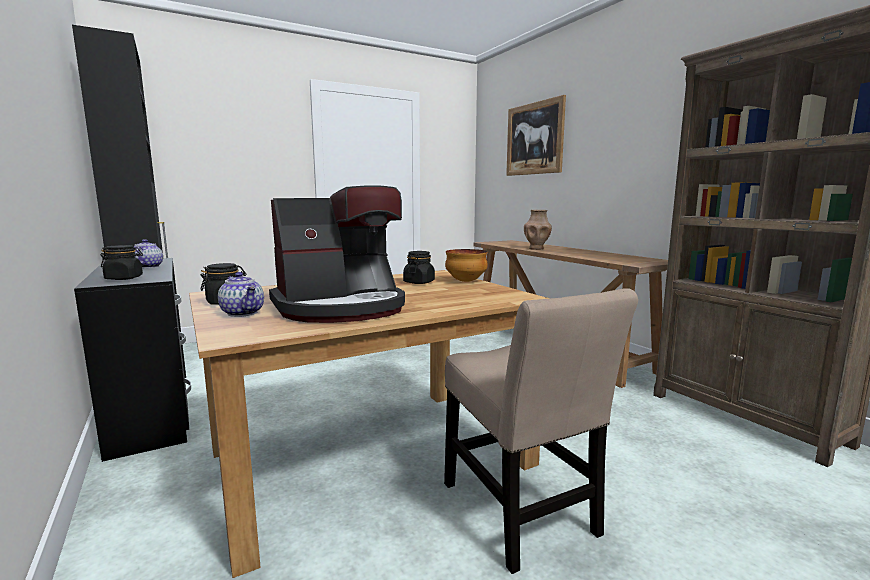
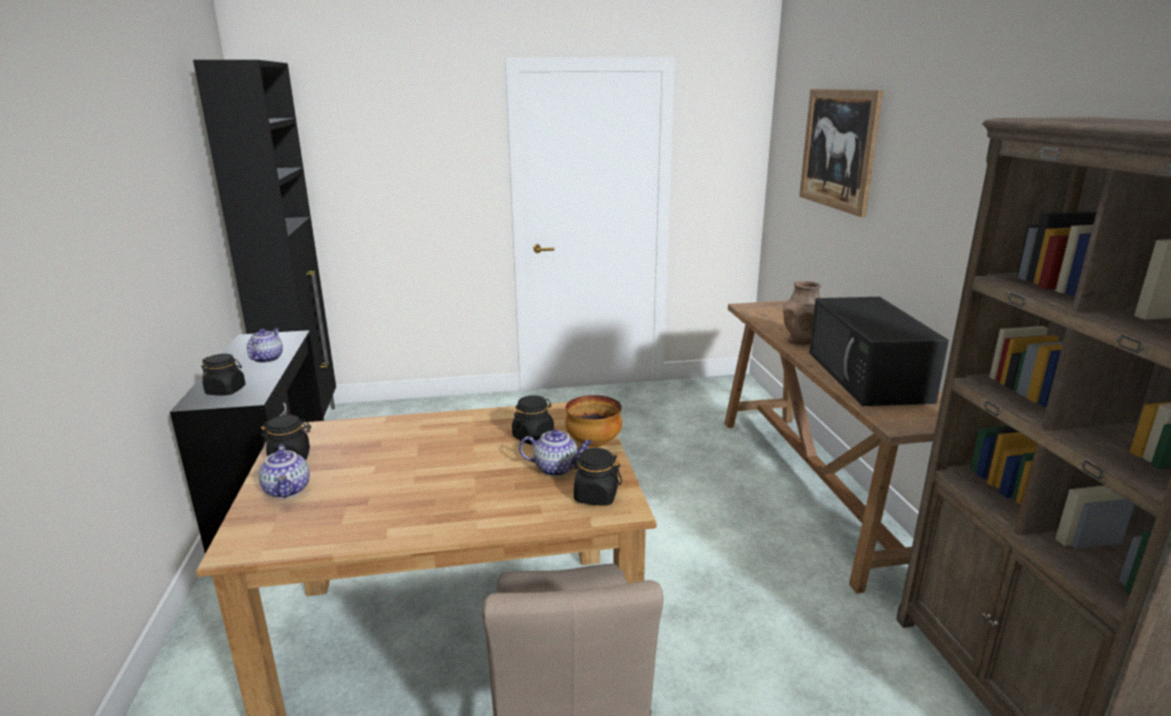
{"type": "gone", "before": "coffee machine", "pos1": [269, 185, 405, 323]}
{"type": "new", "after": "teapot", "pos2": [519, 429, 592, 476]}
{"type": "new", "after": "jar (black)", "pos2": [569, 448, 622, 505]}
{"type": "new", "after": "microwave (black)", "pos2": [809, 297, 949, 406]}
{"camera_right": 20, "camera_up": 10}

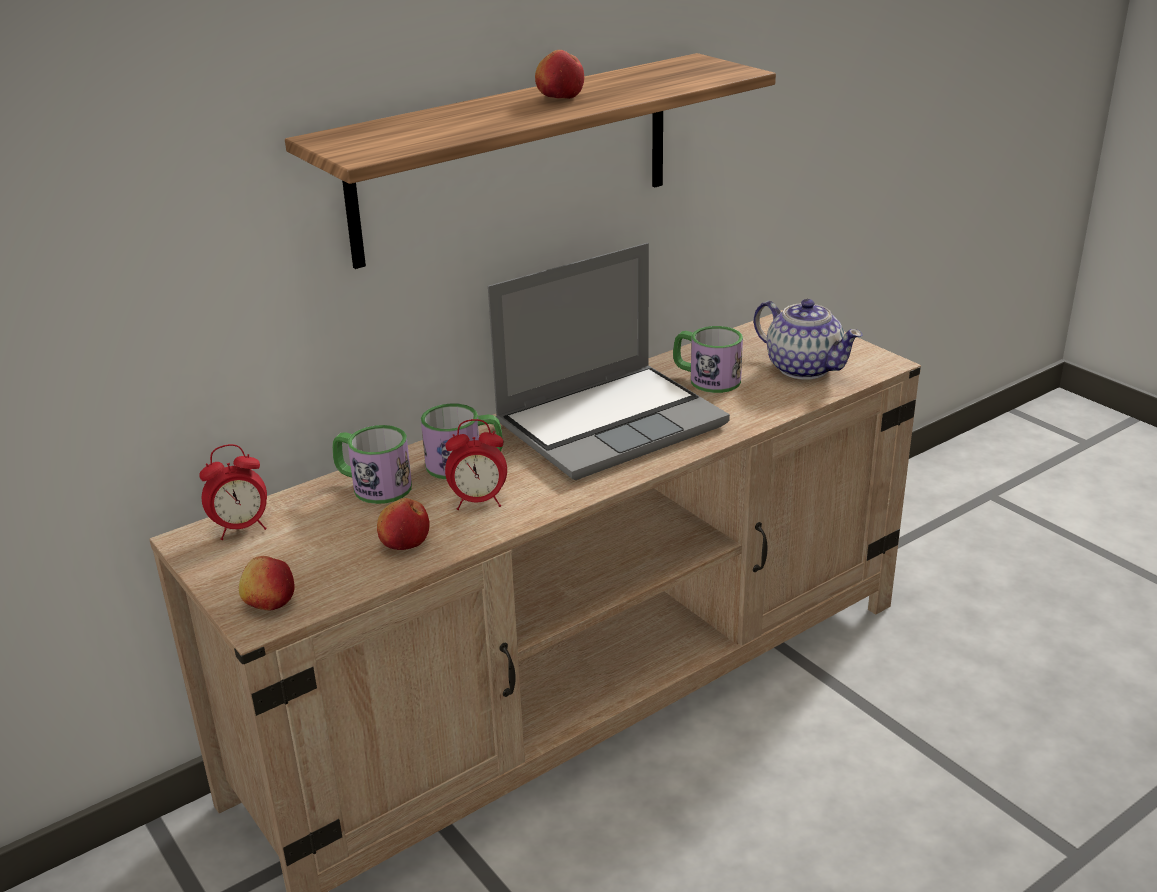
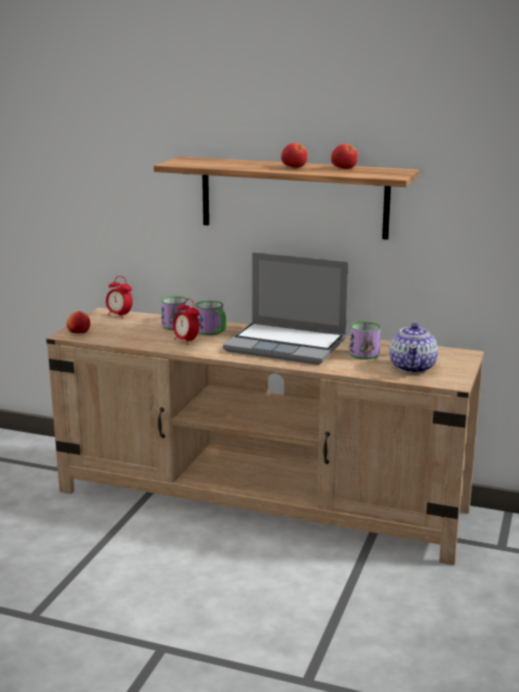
{"type": "shifted", "before": "apple", "pos1": [377, 498, 430, 550], "pos2": [331, 144, 358, 169]}
{"camera_right": 55, "camera_up": -10}

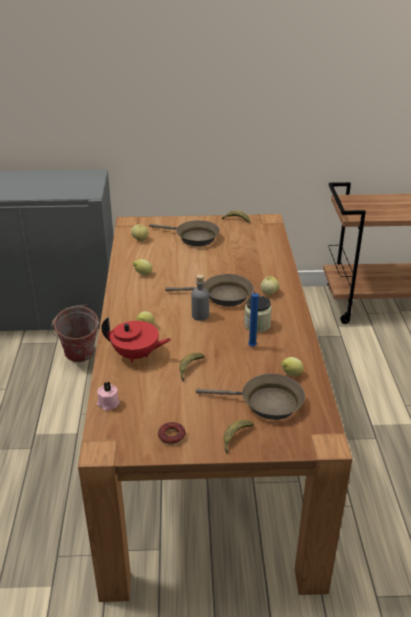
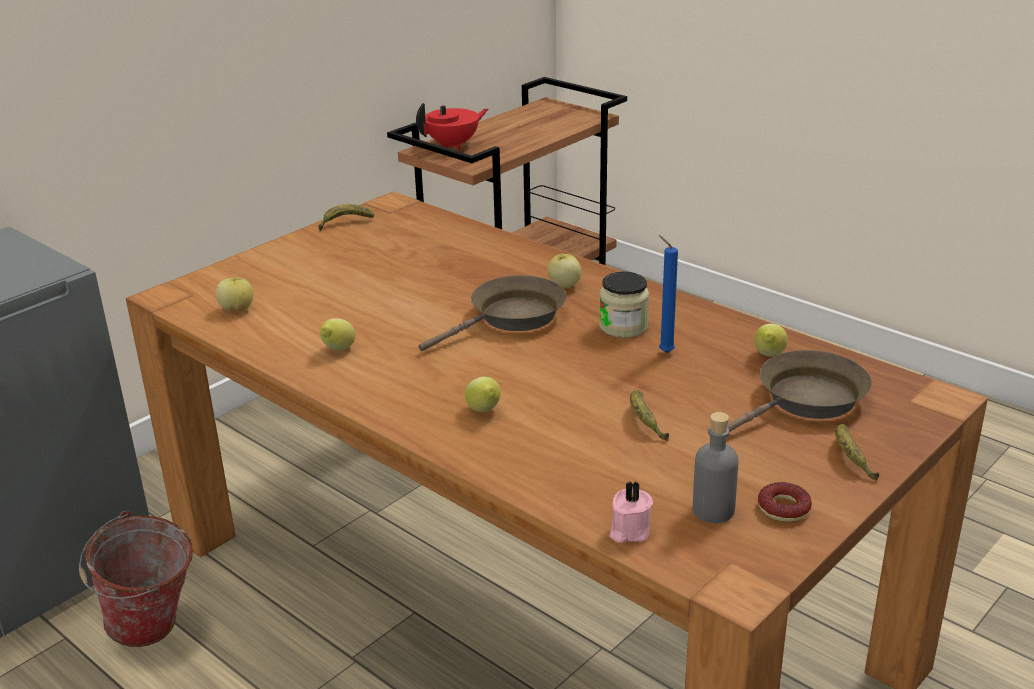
{"type": "gone", "before": "frying pan (brown)", "pos1": [149, 220, 220, 246]}
{"type": "shifted", "before": "teapot (red)", "pos1": [101, 317, 171, 363], "pos2": [416, 103, 488, 149]}
{"type": "shifted", "before": "bottle (grey)", "pos1": [191, 274, 209, 321], "pos2": [693, 412, 739, 523]}
{"camera_right": -45, "camera_up": -5}

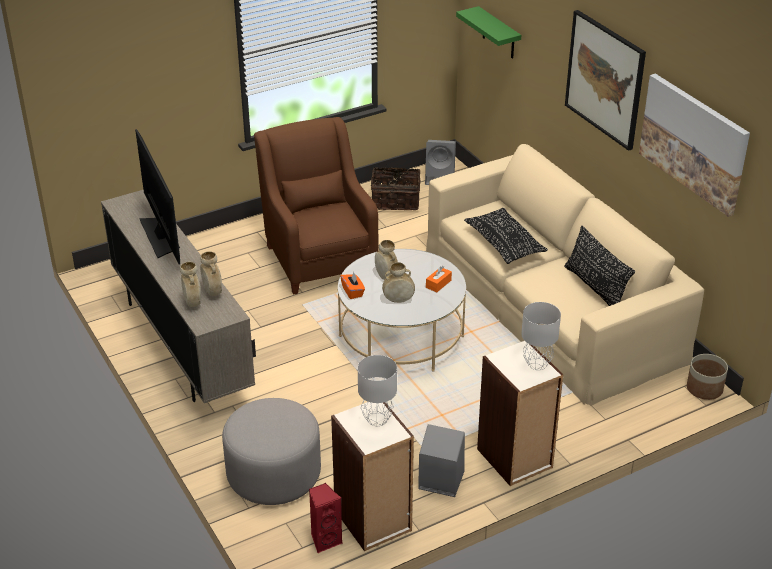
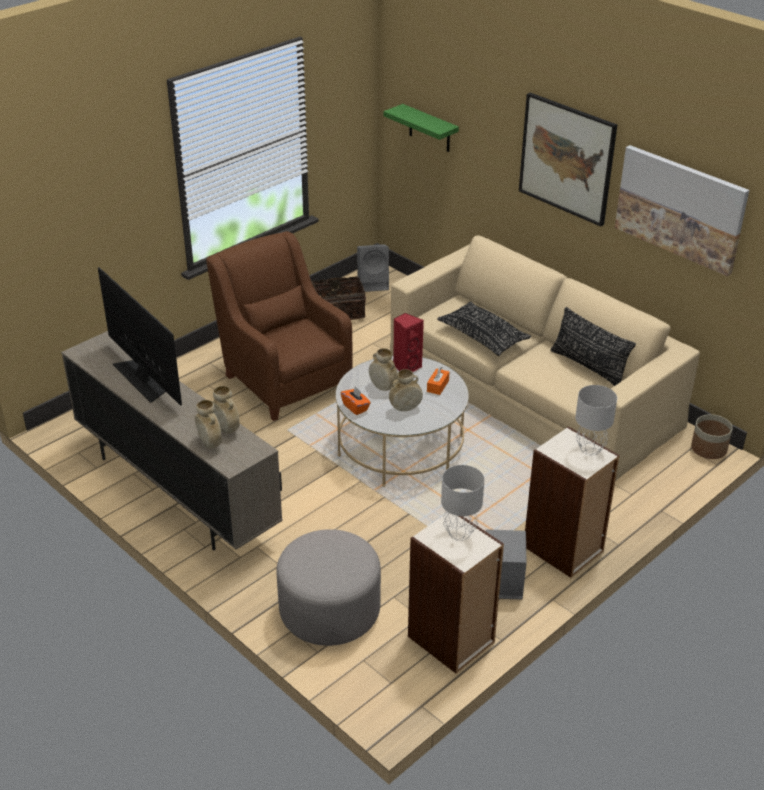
{"type": "shifted", "before": "speaker (red)", "pos1": [309, 483, 342, 553], "pos2": [393, 313, 424, 372]}
{"camera_right": -15, "camera_up": 0}

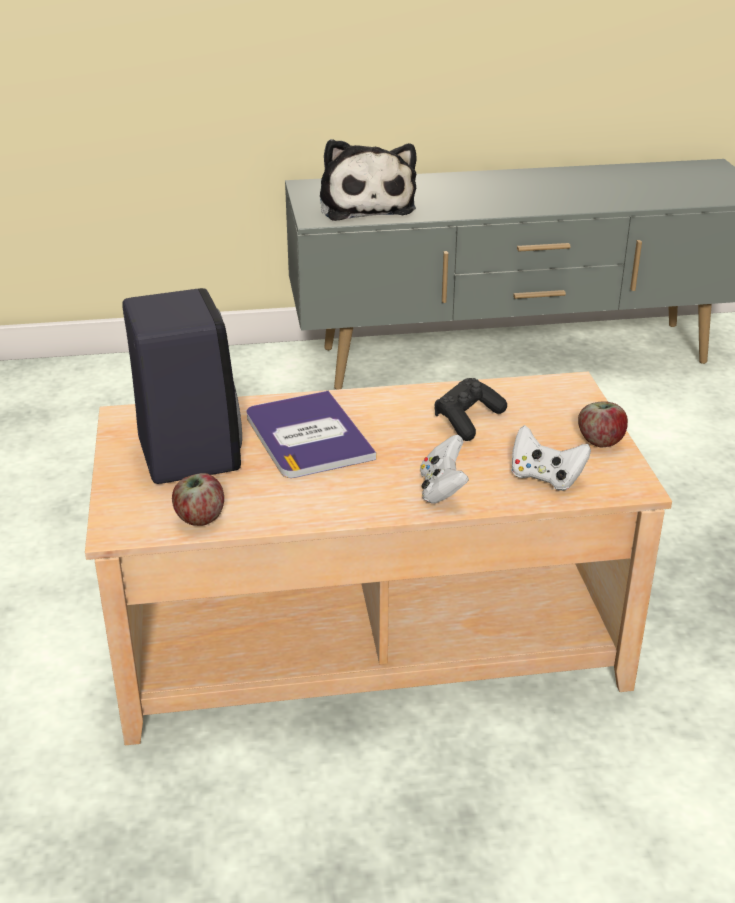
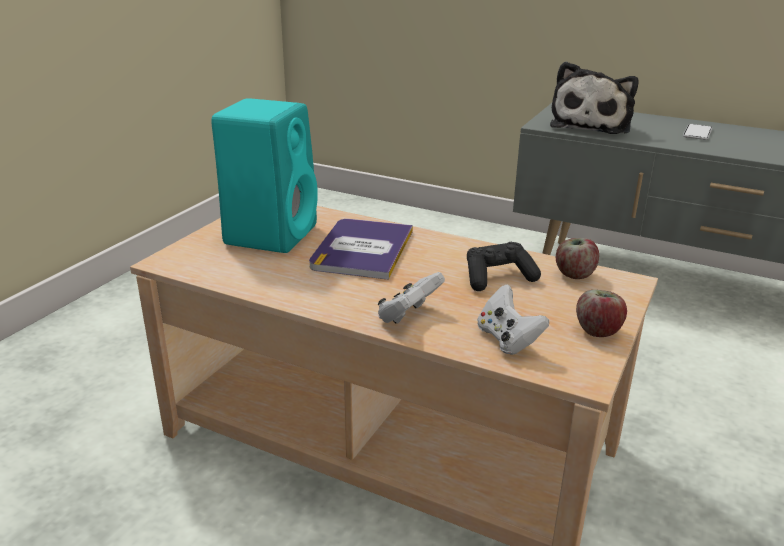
{"type": "new", "after": "phone", "pos2": [683, 124, 713, 140]}
{"type": "shifted", "before": "apple", "pos1": [172, 473, 224, 526], "pos2": [556, 238, 599, 279]}
{"type": "repainted", "before": "speaker (black)", "after": "speaker (turquoise)", "pos1": [122, 288, 242, 484], "pos2": [211, 98, 318, 253]}
{"camera_right": 35, "camera_up": -5}

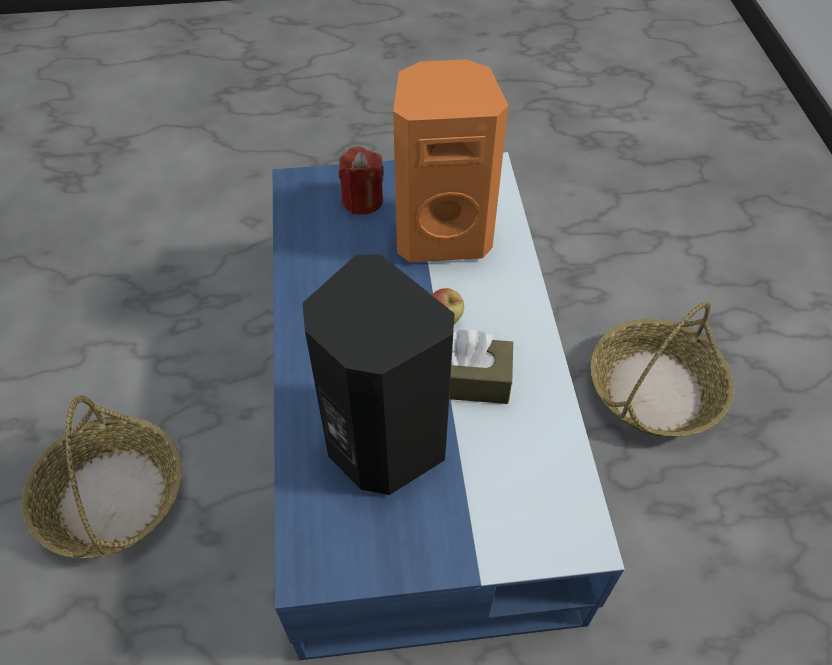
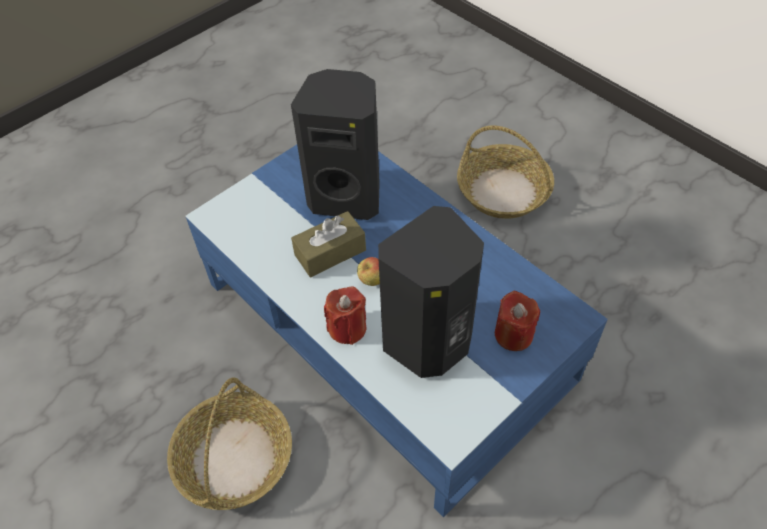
{"type": "new", "after": "candle (red)", "pos2": [324, 287, 366, 345]}
{"type": "repainted", "before": "speaker (orange)", "after": "speaker (black)", "pos1": [393, 59, 509, 262], "pos2": [378, 206, 484, 378]}
{"camera_right": 145, "camera_up": 0}

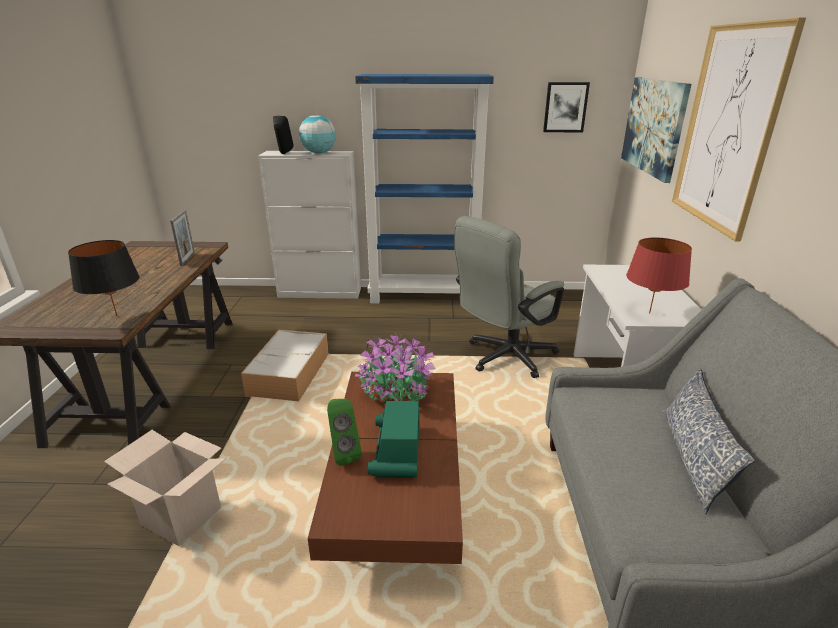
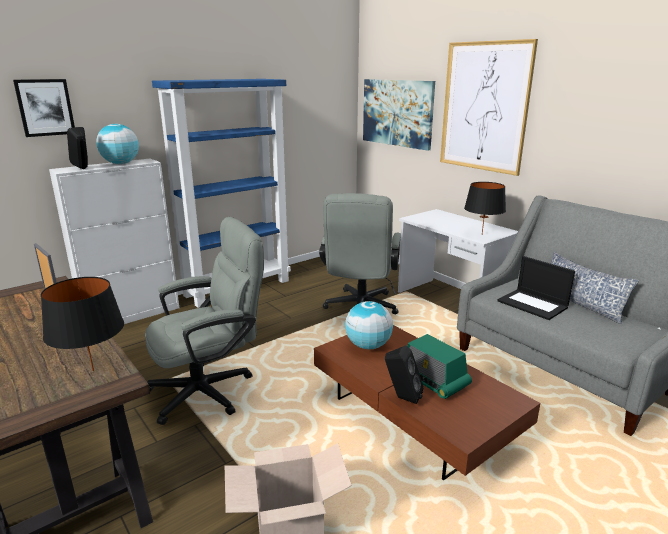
{"type": "new", "after": "laptop", "pos2": [497, 256, 575, 320]}
{"type": "shifted", "before": "picture", "pos1": [543, 82, 590, 132], "pos2": [13, 79, 75, 137]}
{"type": "swapped", "before": "storage box", "after": "office chair (grey)", "pos1": [241, 330, 328, 401], "pos2": [145, 217, 264, 425]}
{"type": "swapped", "before": "potted plant", "after": "globe", "pos1": [355, 331, 436, 401], "pos2": [345, 301, 393, 349]}
{"type": "repainted", "before": "speaker (green)", "after": "speaker (black)", "pos1": [327, 399, 362, 466], "pos2": [385, 346, 424, 404]}
{"type": "repainted", "before": "table lamp (red)", "after": "table lamp (black)", "pos1": [626, 237, 692, 314], "pos2": [464, 182, 506, 234]}
{"camera_right": -40, "camera_up": -5}

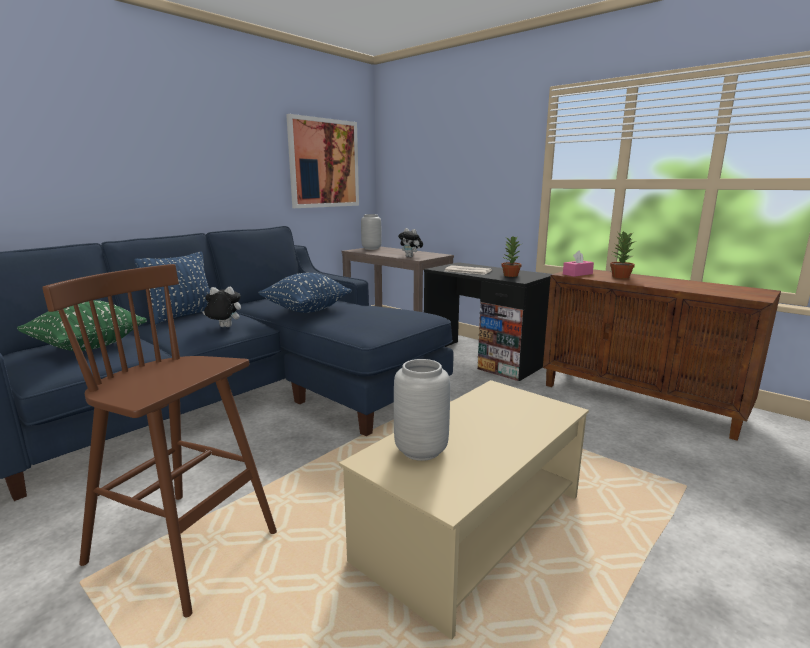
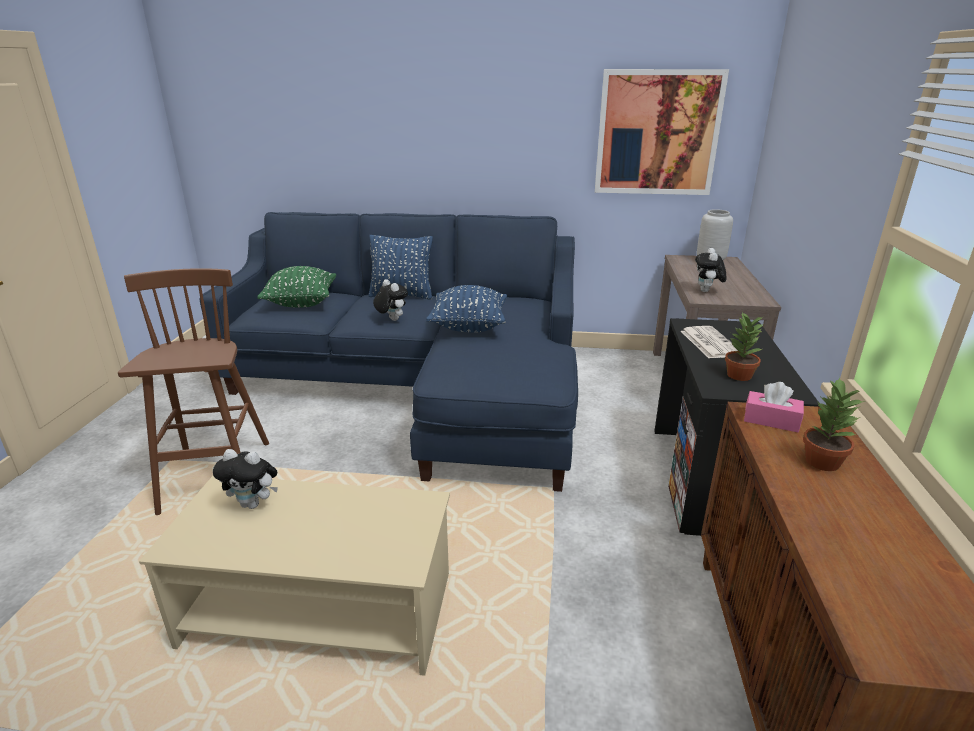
{"type": "swapped", "before": "vase (grey)", "after": "plush toy", "pos1": [394, 359, 450, 461], "pos2": [213, 449, 278, 509]}
{"camera_right": 55, "camera_up": 10}

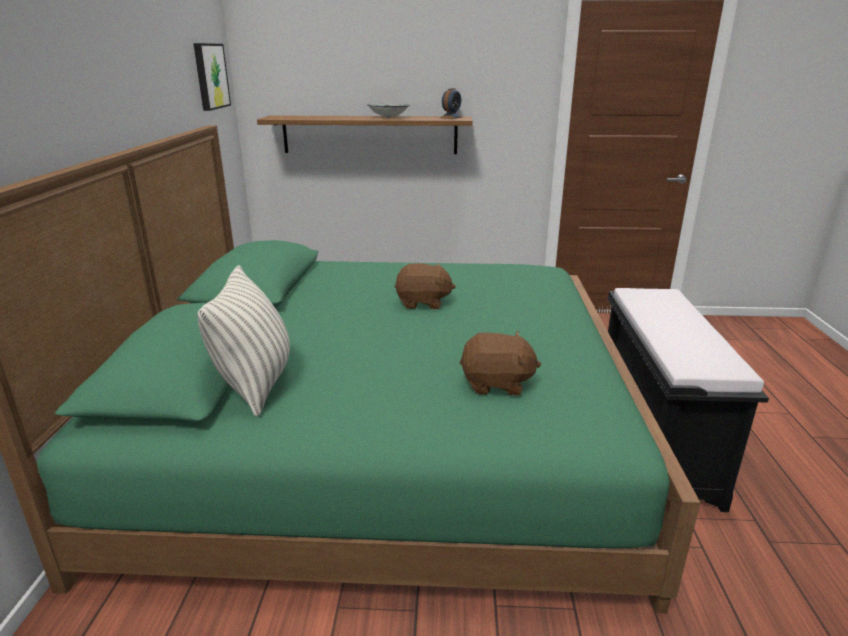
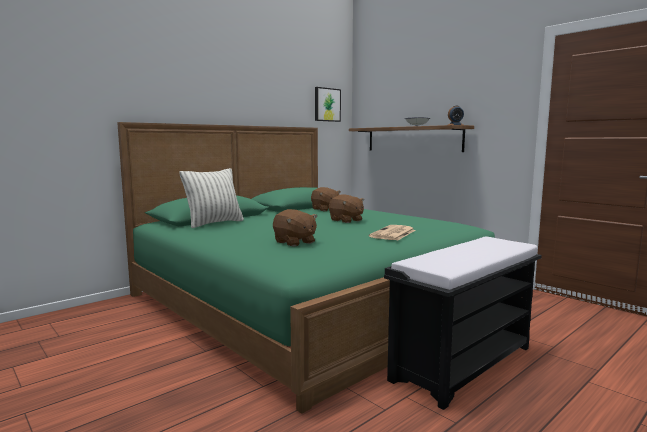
{"type": "new", "after": "plush toy (brown)", "pos2": [311, 187, 341, 211]}
{"type": "new", "after": "newspaper", "pos2": [369, 225, 416, 241]}
{"camera_right": 45, "camera_up": -15}

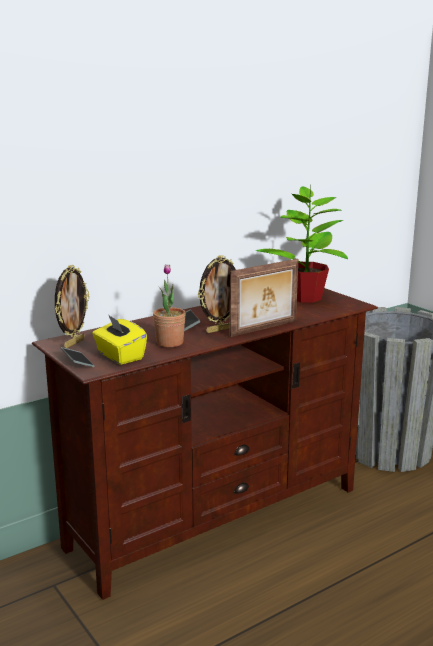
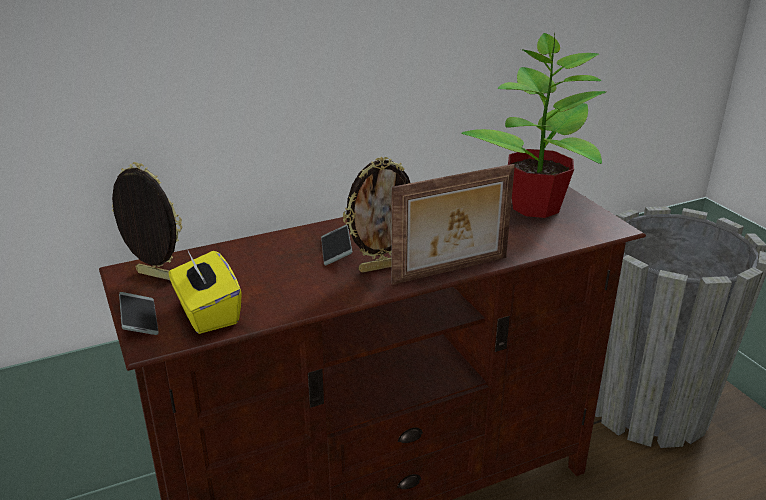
{"type": "gone", "before": "potted plant", "pos1": [153, 264, 186, 347]}
{"type": "rotated", "before": "picture frame", "pos1": [55, 265, 90, 348], "pos2": [112, 162, 182, 280], "turn": -105}
{"camera_right": 10, "camera_up": 10}

